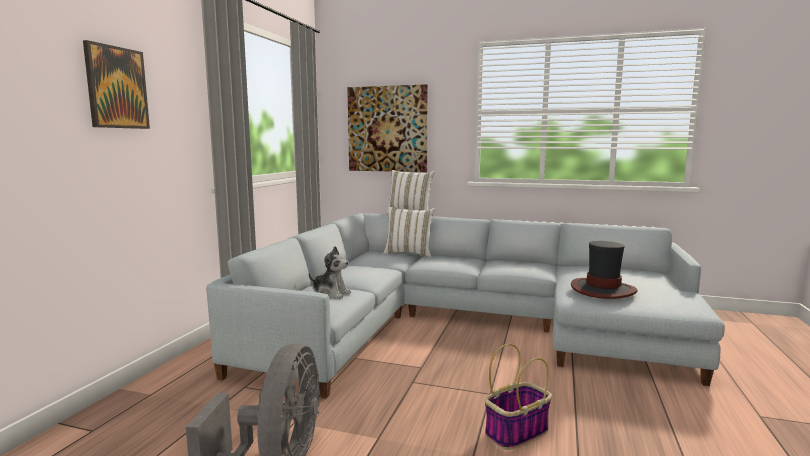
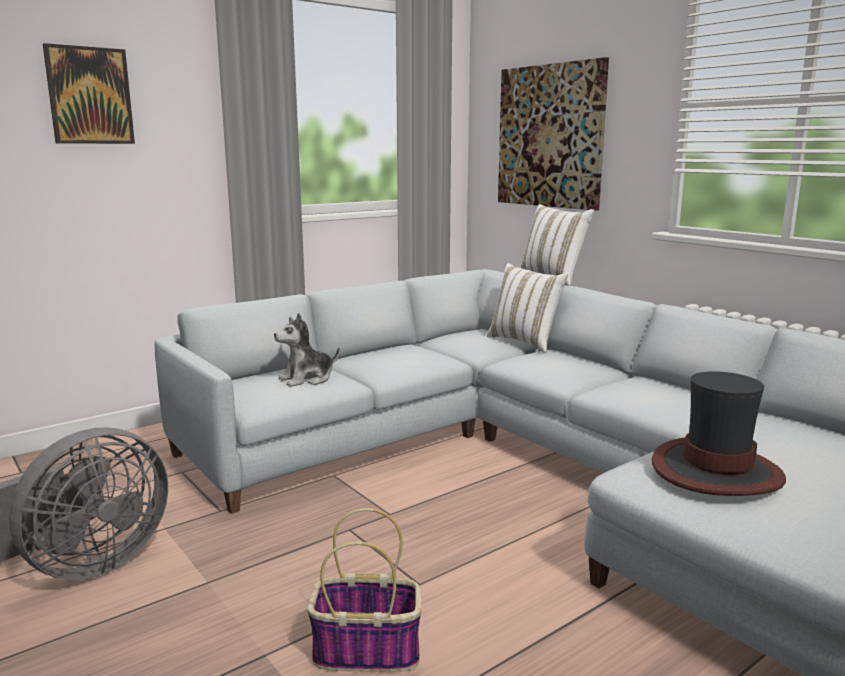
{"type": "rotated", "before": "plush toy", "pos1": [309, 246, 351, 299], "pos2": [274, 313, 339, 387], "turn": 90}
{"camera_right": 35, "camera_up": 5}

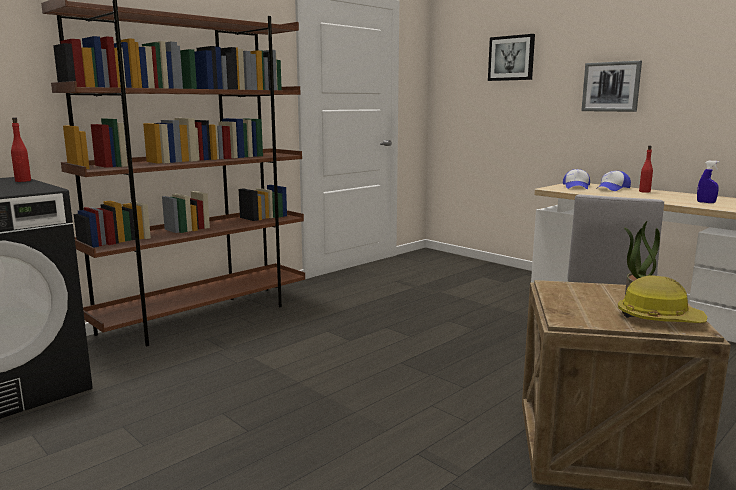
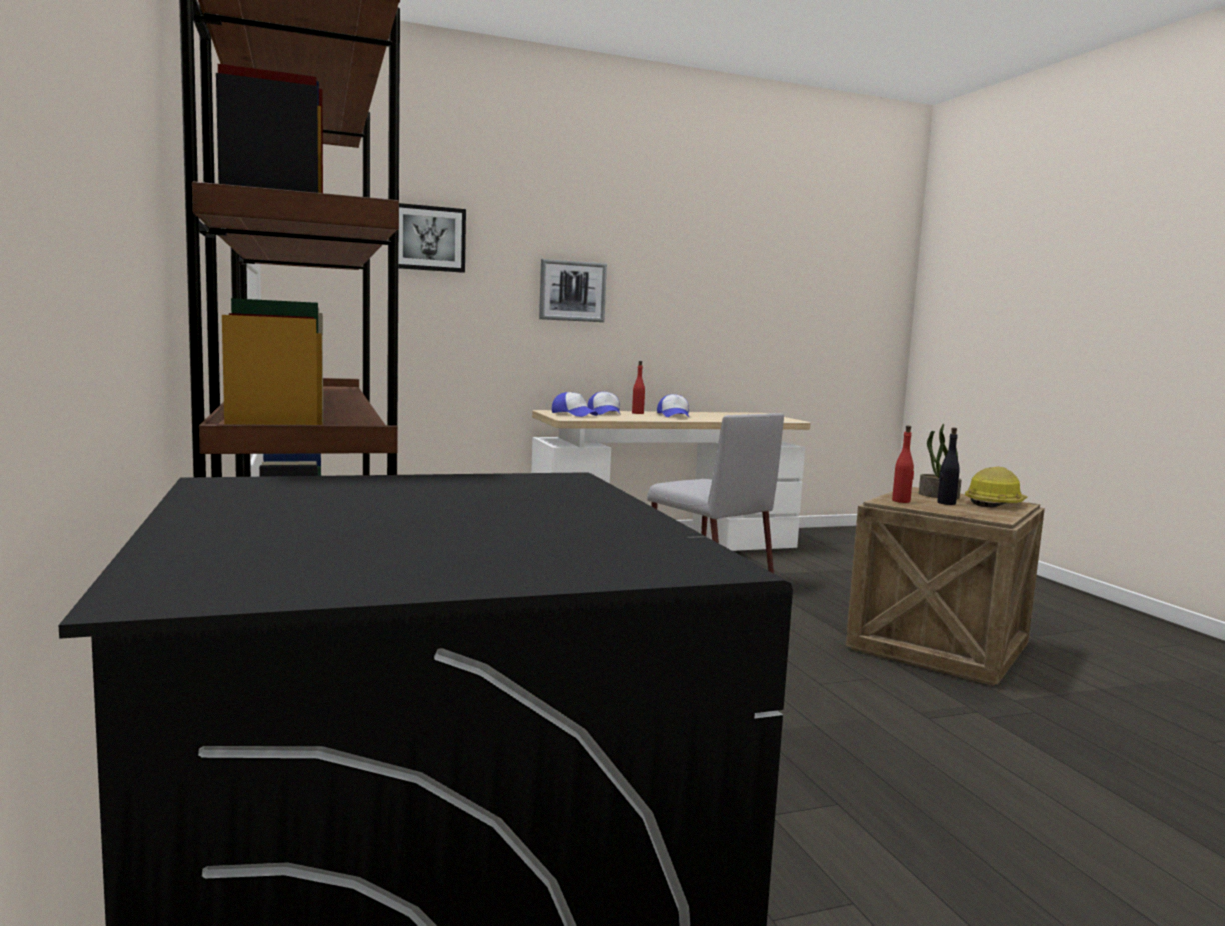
{"type": "gone", "before": "spray bottle (blue)", "pos1": [697, 161, 720, 203]}
{"type": "new", "after": "cap", "pos2": [657, 394, 689, 417]}
{"type": "new", "after": "bottle (black)", "pos2": [937, 428, 960, 505]}
{"type": "shifted", "before": "bottle (red)", "pos1": [11, 117, 31, 182], "pos2": [892, 426, 914, 503]}
{"camera_right": -65, "camera_up": -5}

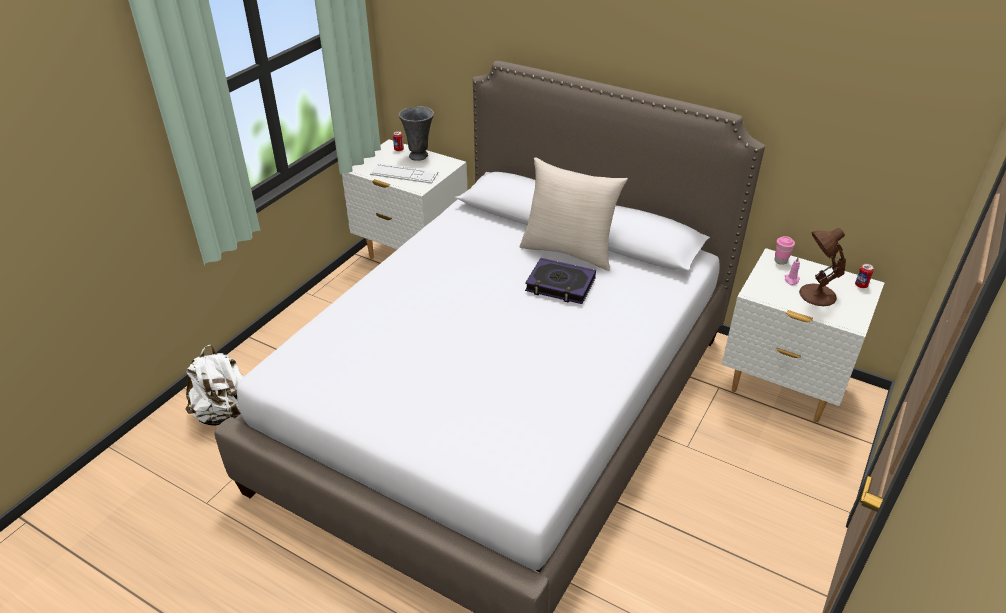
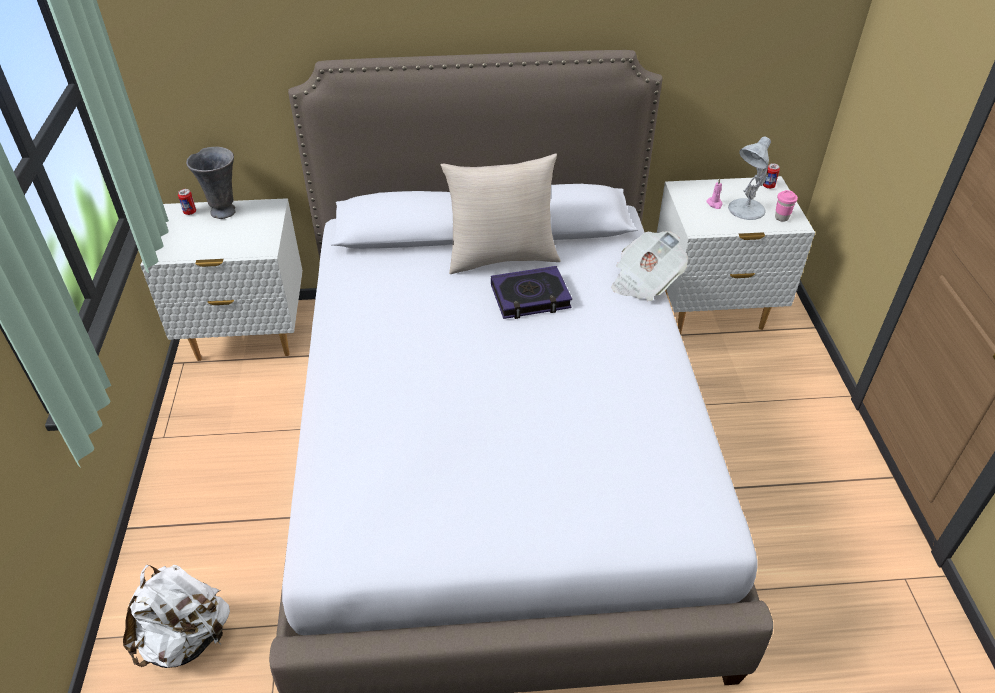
{"type": "gone", "before": "keyboard", "pos1": [370, 163, 439, 184]}
{"type": "new", "after": "newspaper", "pos2": [611, 231, 688, 301]}
{"type": "shifted", "before": "cup (pink)", "pos1": [774, 236, 795, 265], "pos2": [775, 190, 798, 222]}
{"type": "repainted", "before": "table lamp (brown)", "after": "table lamp (white)", "pos1": [799, 228, 846, 306], "pos2": [728, 136, 771, 220]}
{"camera_right": -35, "camera_up": 5}

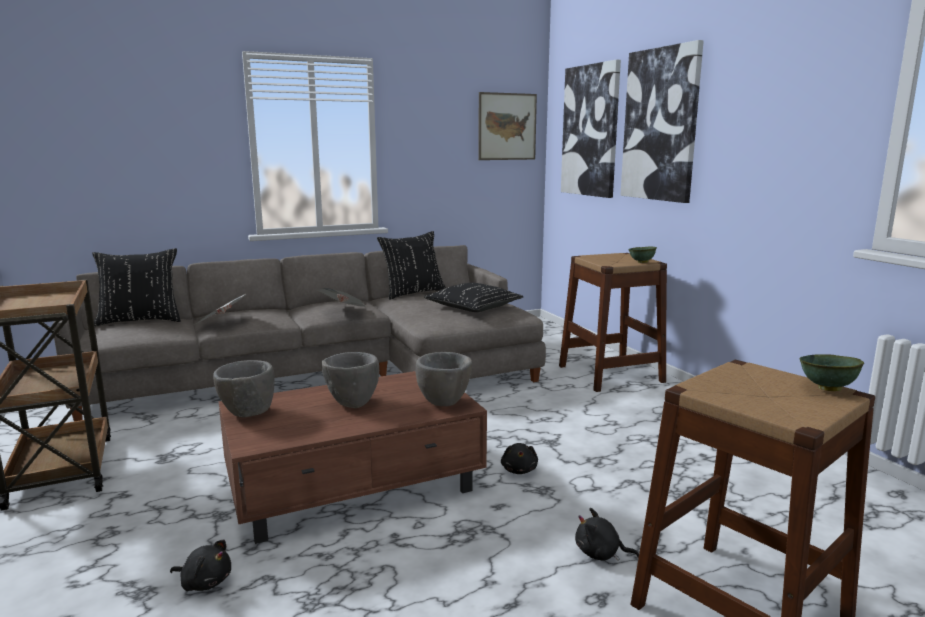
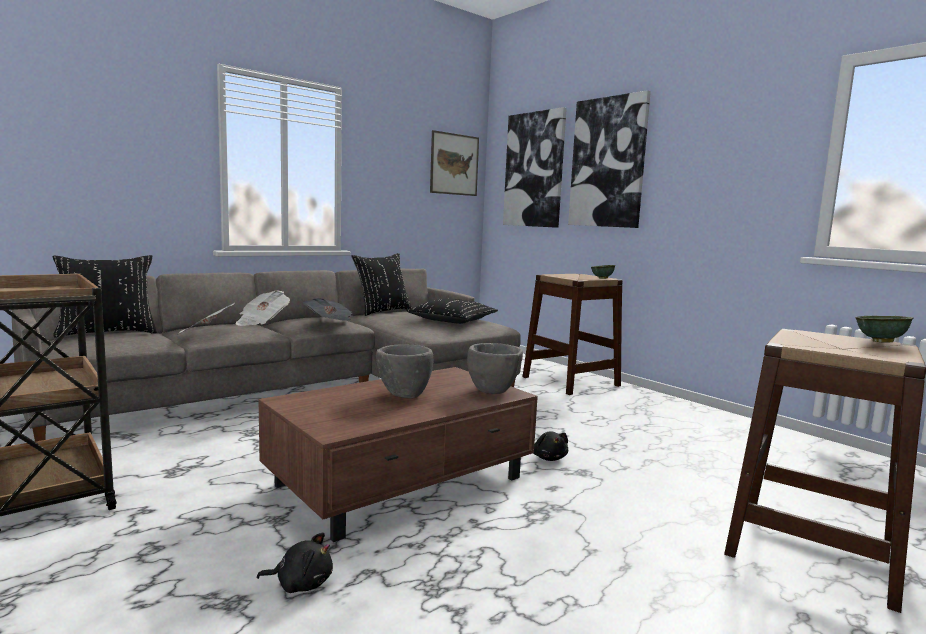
{"type": "gone", "before": "bowl (grey)", "pos1": [213, 360, 275, 417]}
{"type": "gone", "before": "plush toy (black)", "pos1": [575, 508, 639, 561]}
{"type": "new", "after": "newspaper", "pos2": [235, 291, 290, 326]}
{"camera_right": -15, "camera_up": -5}

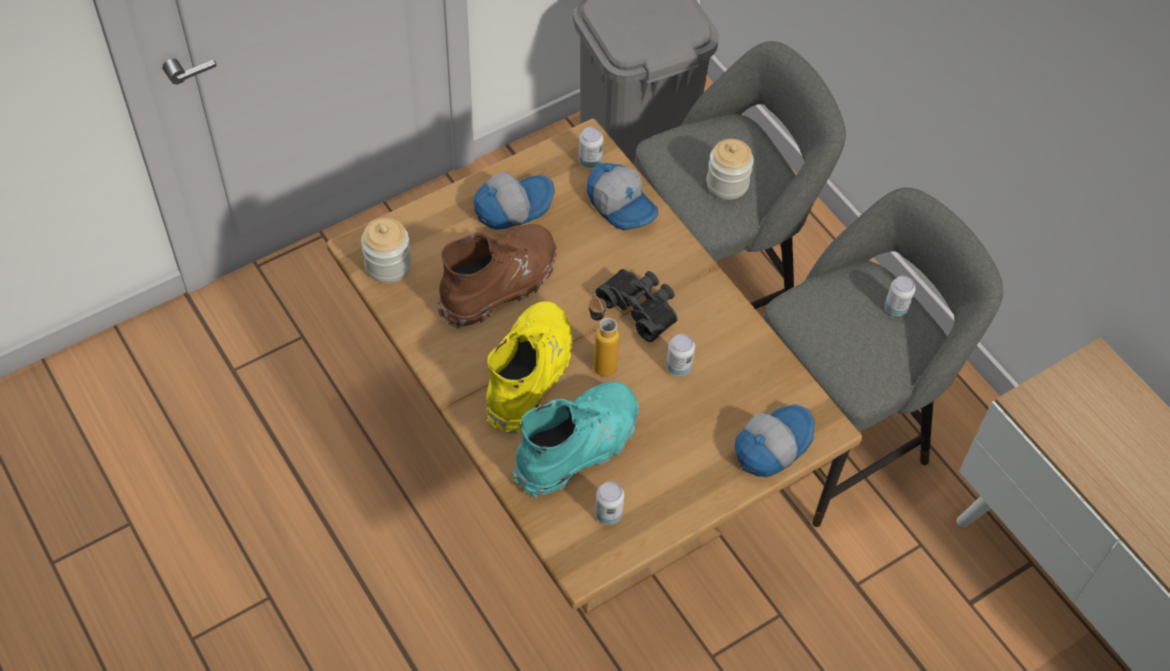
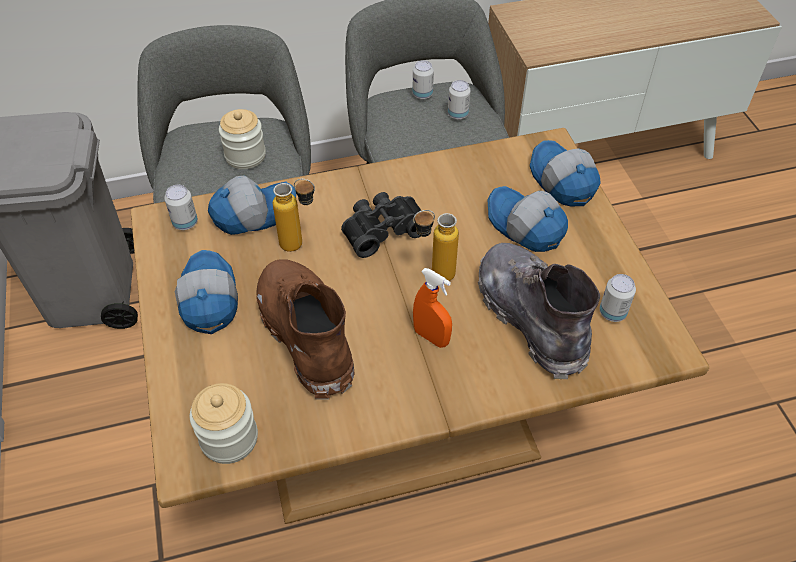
{"type": "new", "after": "bottle", "pos2": [273, 179, 315, 252]}
{"type": "new", "after": "cap", "pos2": [488, 186, 568, 252]}
{"type": "shifted", "before": "can", "pos1": [666, 334, 695, 376], "pos2": [448, 80, 471, 120]}
{"type": "swapped", "before": "boot (yellow)", "after": "spray bottle (orange)", "pos1": [486, 301, 573, 434], "pos2": [413, 268, 452, 348]}
{"type": "repainted", "before": "boot (turquoise)", "after": "boot (grey)", "pos1": [513, 382, 639, 498], "pos2": [478, 243, 600, 379]}
{"camera_right": -70, "camera_up": -5}

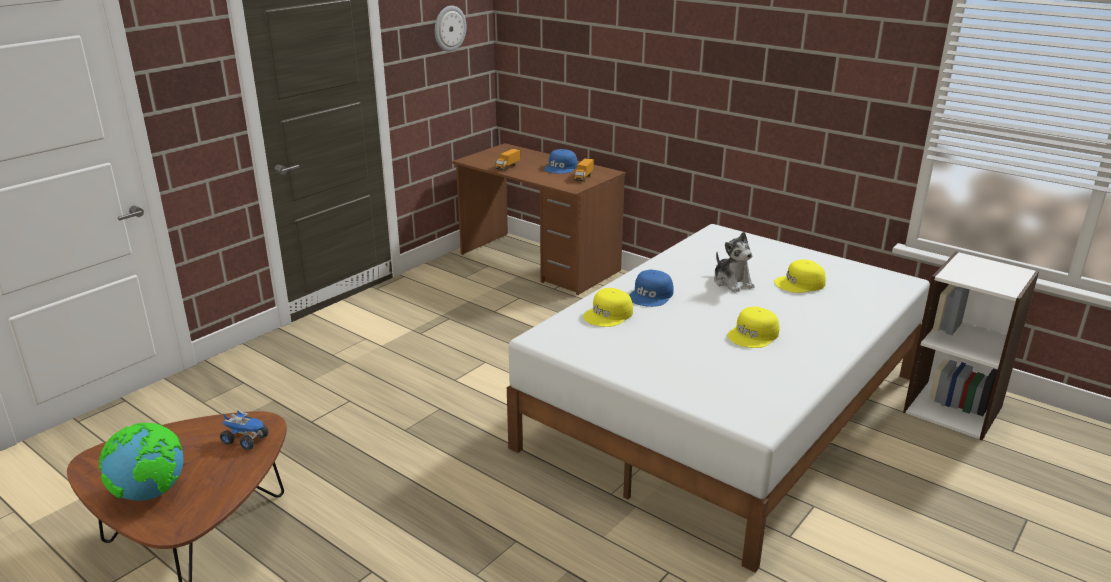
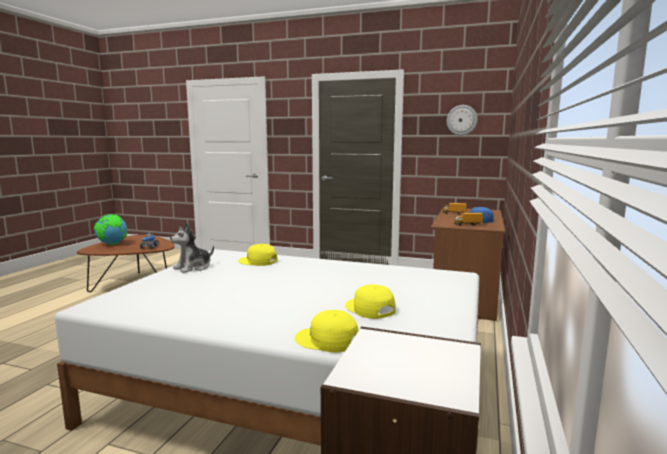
{"type": "gone", "before": "cap (blue)", "pos1": [629, 270, 674, 307]}
{"type": "shifted", "before": "plush toy", "pos1": [714, 232, 755, 292], "pos2": [170, 223, 214, 273]}
{"type": "shifted", "before": "cap (yellow)", "pos1": [728, 307, 779, 348], "pos2": [295, 310, 359, 352]}
{"camera_right": 70, "camera_up": -15}

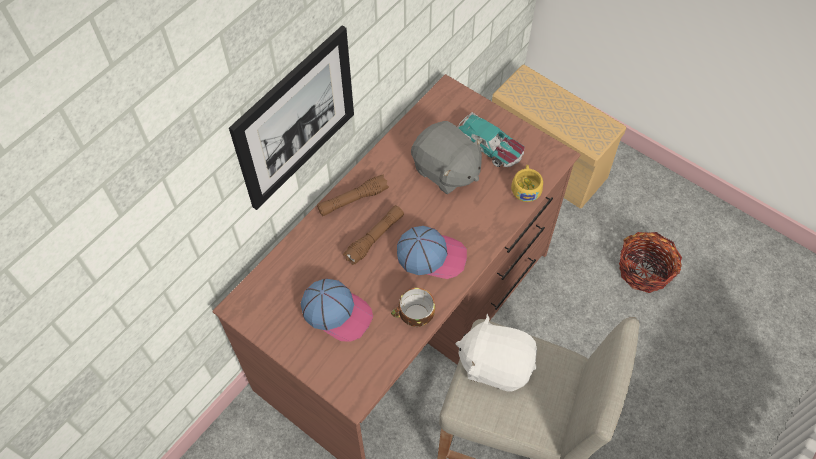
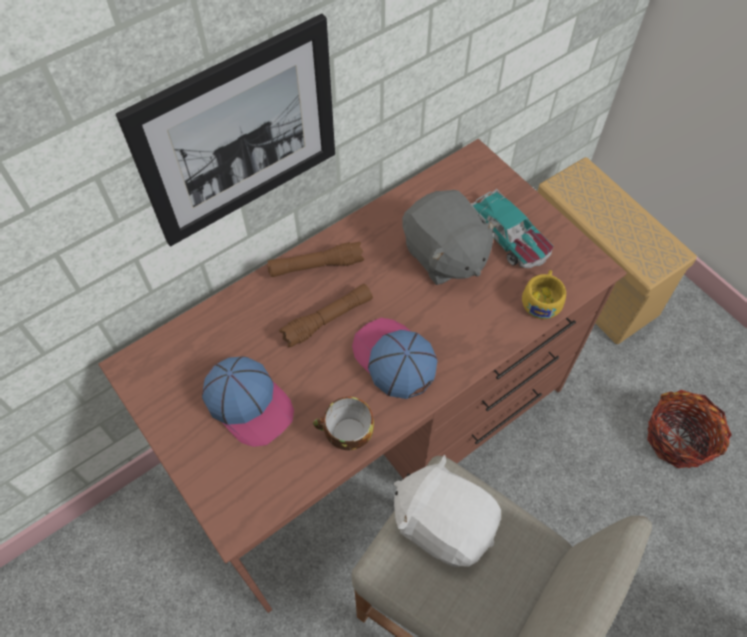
{"type": "rotated", "before": "cap", "pos1": [397, 226, 467, 279], "pos2": [352, 318, 438, 399], "turn": -150}
{"camera_right": 15, "camera_up": 0}

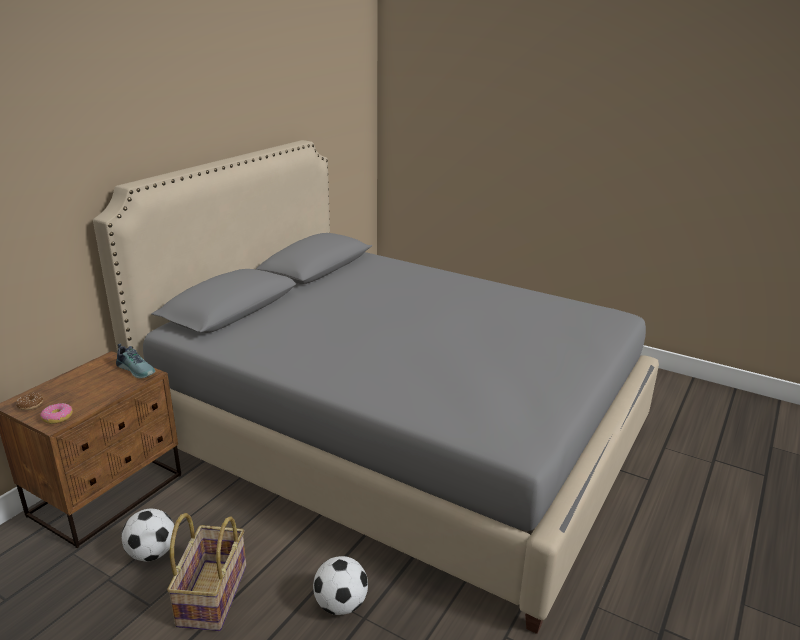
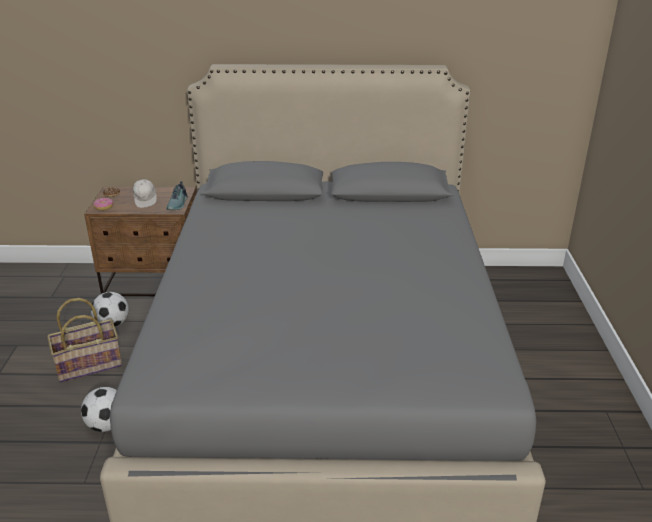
{"type": "new", "after": "cap (white)", "pos2": [133, 179, 157, 208]}
{"camera_right": 60, "camera_up": 5}

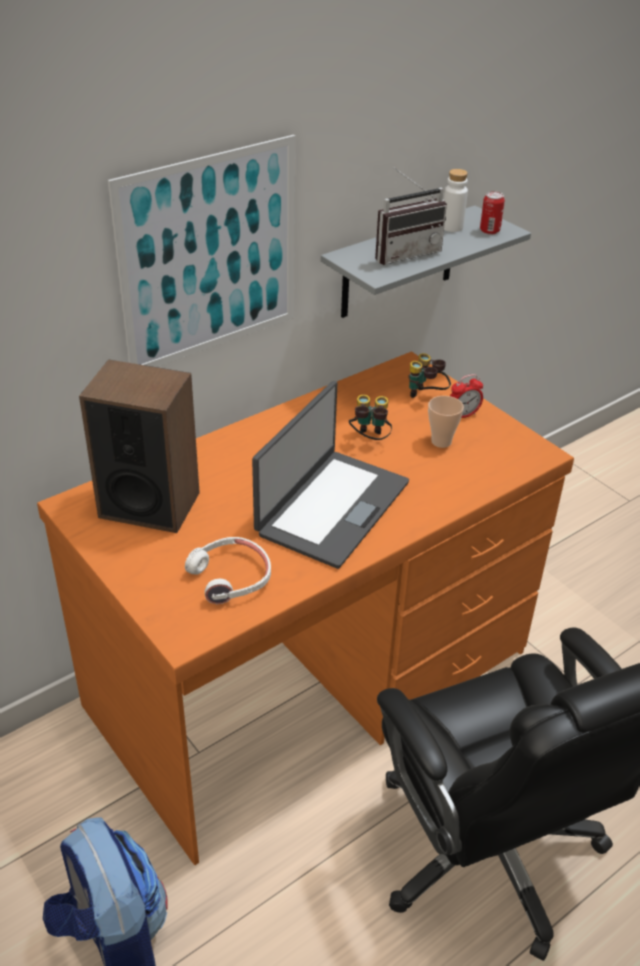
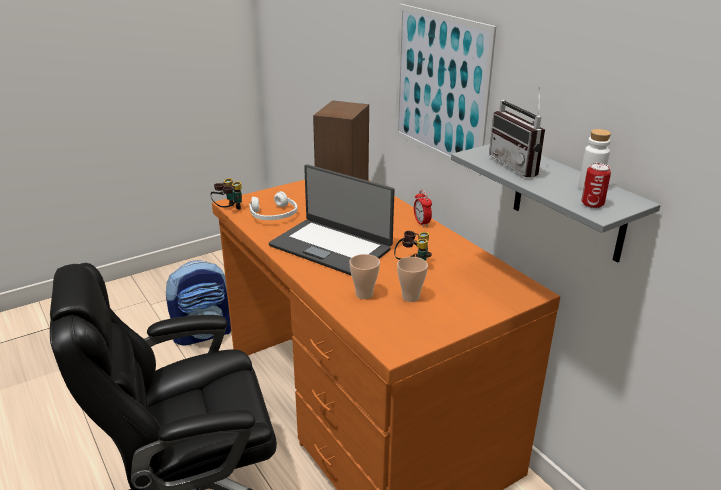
{"type": "new", "after": "cup", "pos2": [349, 254, 380, 299]}
{"type": "shifted", "before": "binoculars", "pos1": [408, 353, 451, 398], "pos2": [211, 178, 242, 210]}
{"type": "shifted", "before": "alarm clock", "pos1": [450, 374, 483, 418], "pos2": [414, 190, 432, 227]}
{"camera_right": 95, "camera_up": -10}

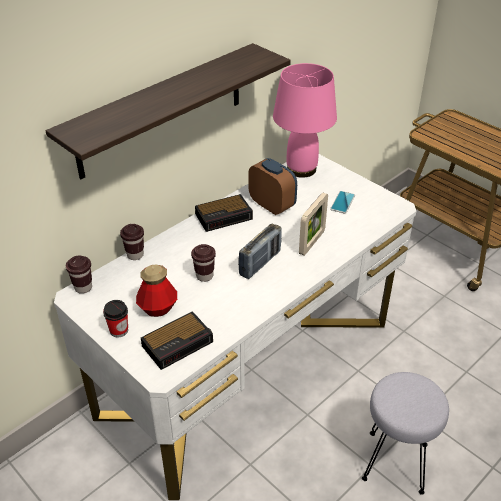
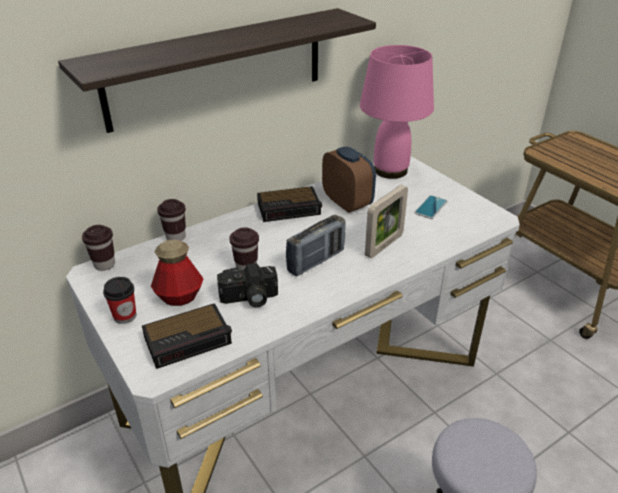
{"type": "new", "after": "photo camera", "pos2": [217, 263, 278, 307]}
{"camera_right": 10, "camera_up": -5}

